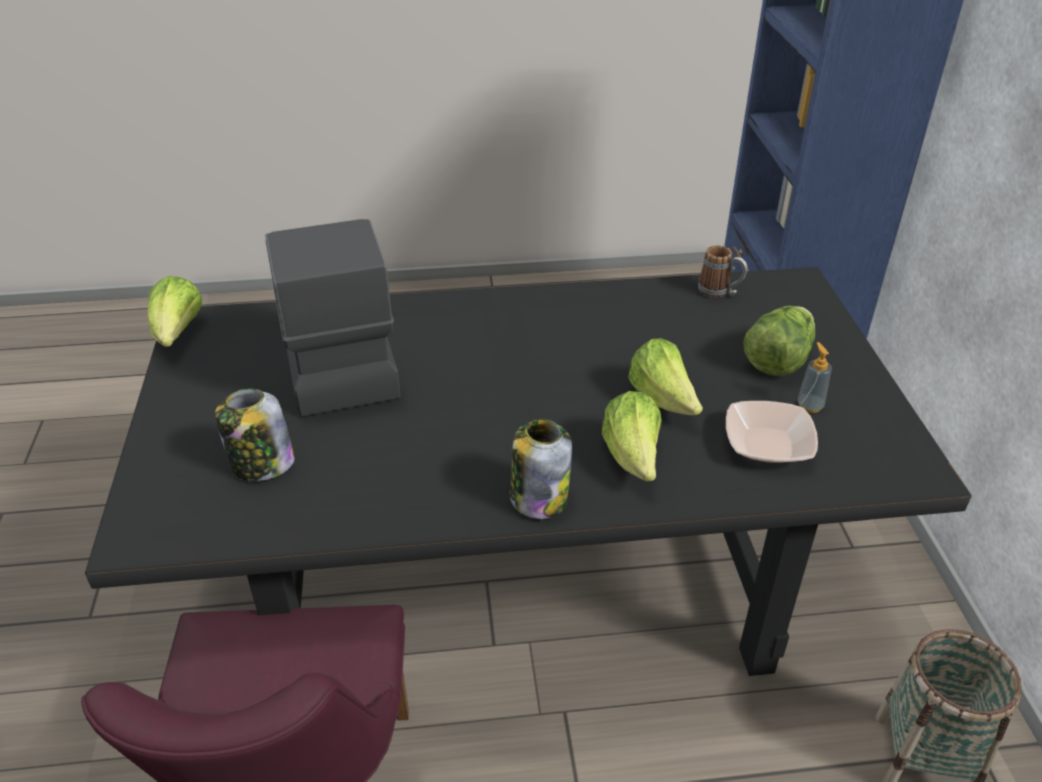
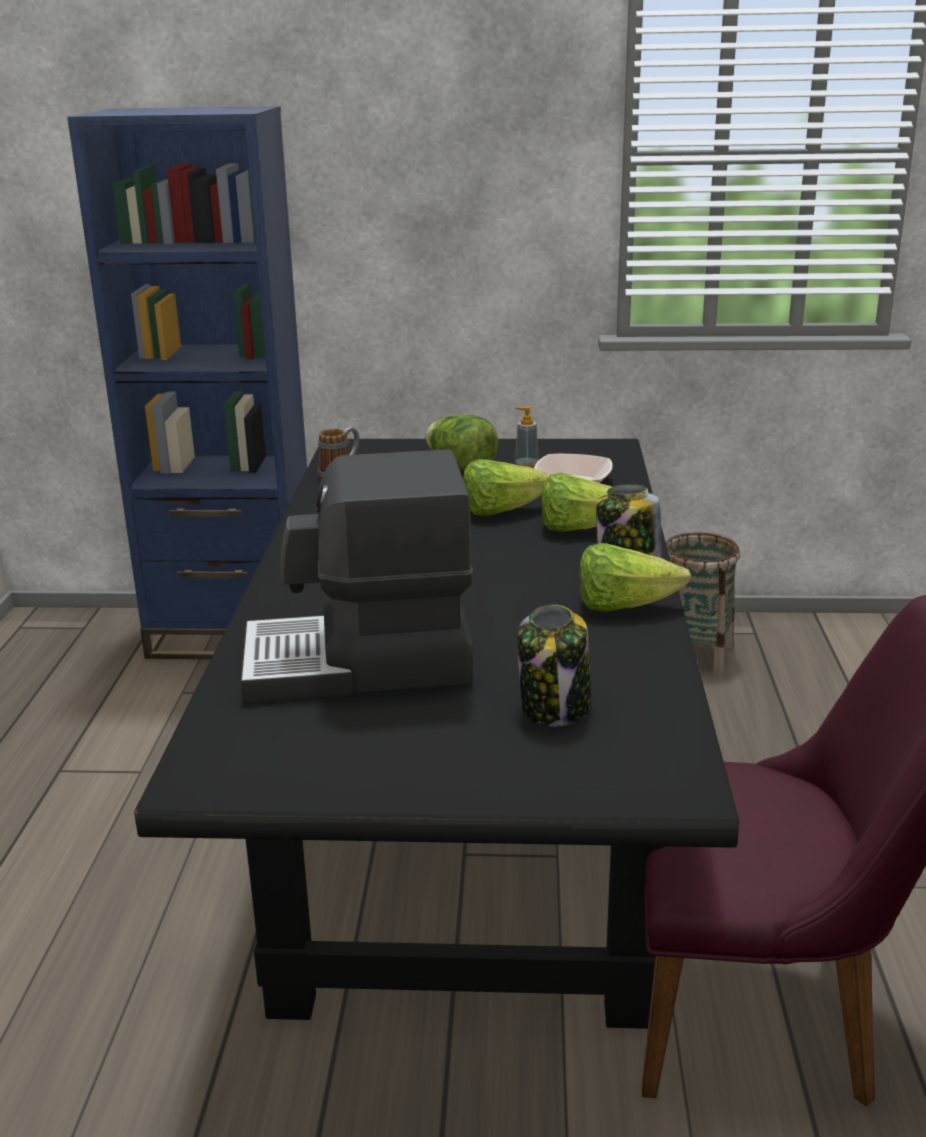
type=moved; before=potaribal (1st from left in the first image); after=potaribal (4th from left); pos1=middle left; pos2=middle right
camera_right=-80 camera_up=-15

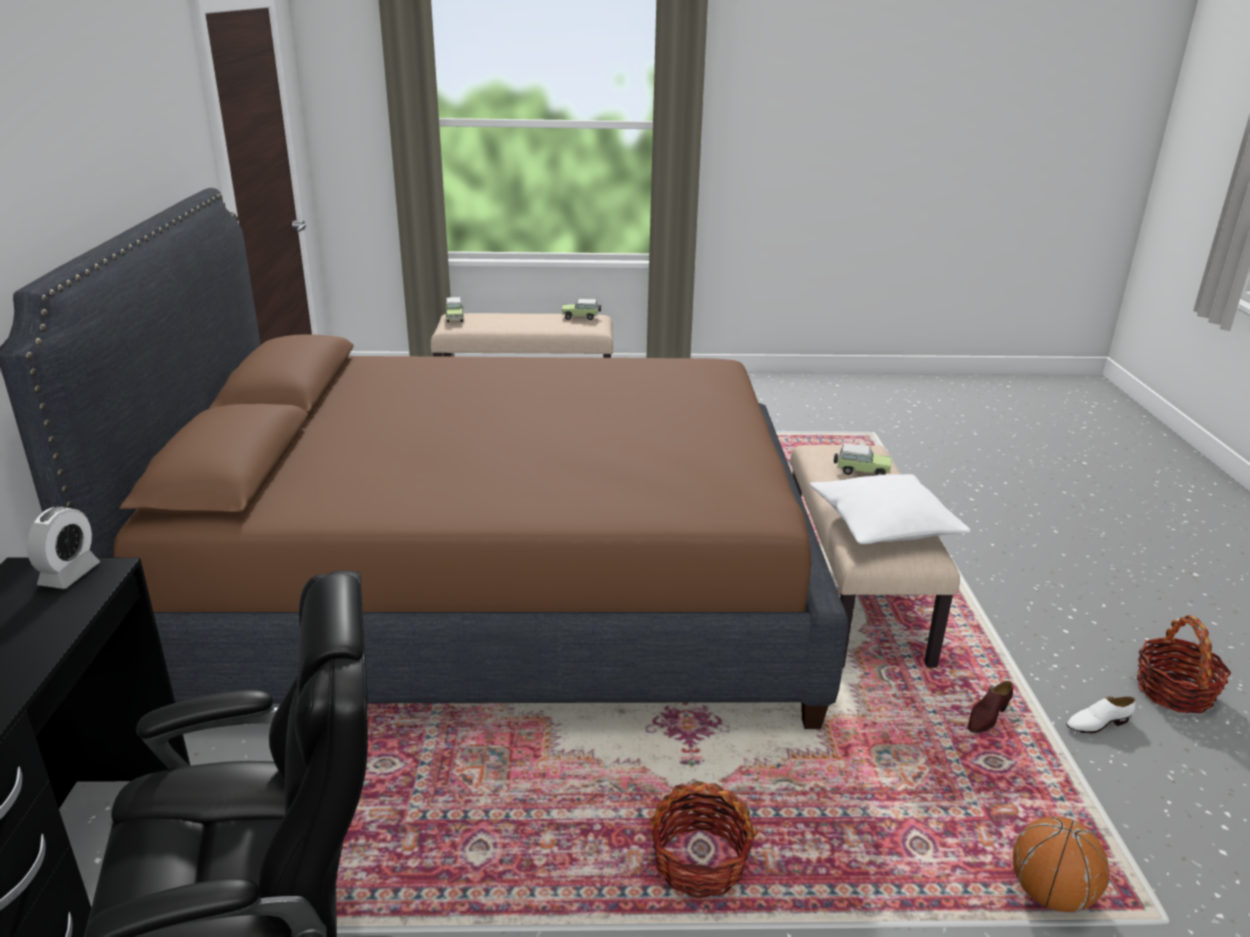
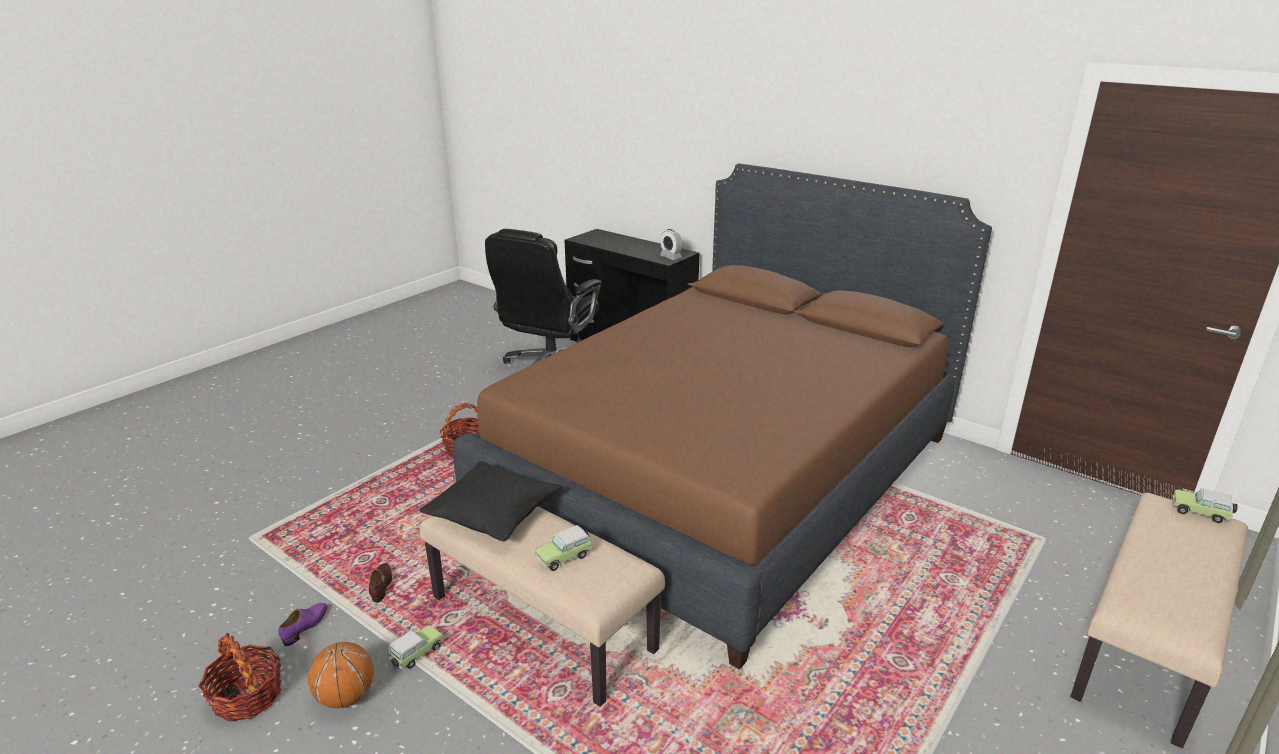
type=moved; before=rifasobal (2nd from left in the first image); after=rifasobal (1st from left); pos1=top centre; pos2=bottom left
type=moved; before=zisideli; pos1=bottom right; pos2=bottom left
type=recoloured; before=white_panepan; after=black_panepan; pos1=middle right; pos2=centre
type=recoloured; before=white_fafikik; after=purple_fafikik; pos1=bottom right; pos2=bottom left
camera_right=130 camera_up=0

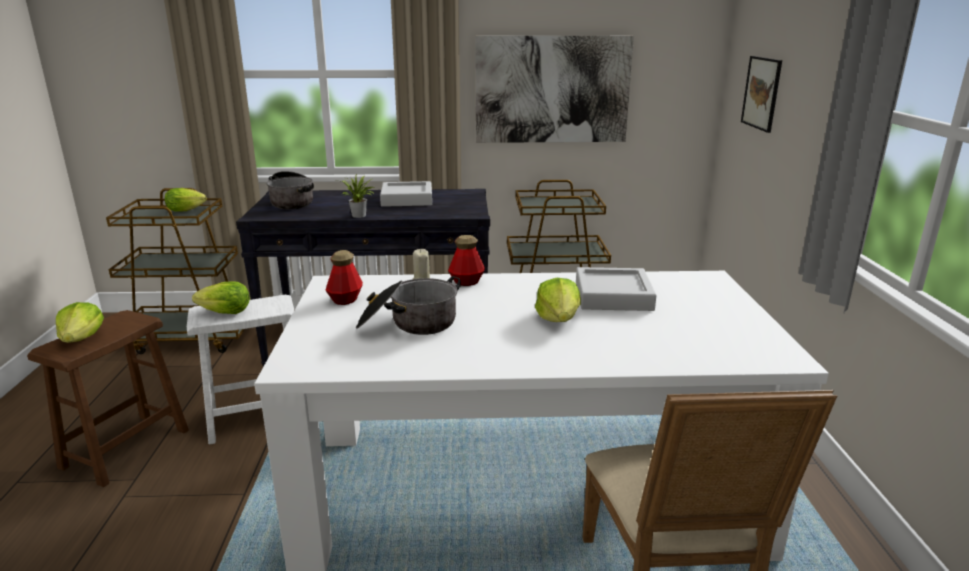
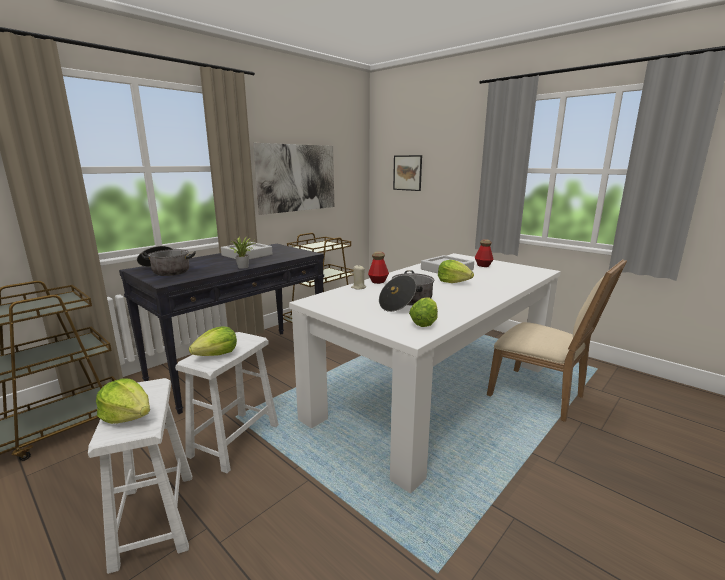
type=moved; before=potaribal (2nd from left in the first image); after=potaribal (3rd from left); pos1=middle left; pos2=centre
type=moved; before=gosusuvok (1st from left in the first image); after=gosusuvok (2nd from left); pos1=centre; pos2=middle right
type=recoloured; before=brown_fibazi; after=white_fibazi (1st from left); pos1=bottom left; pos2=bottom left
camera_right=-45 camera_up=-5

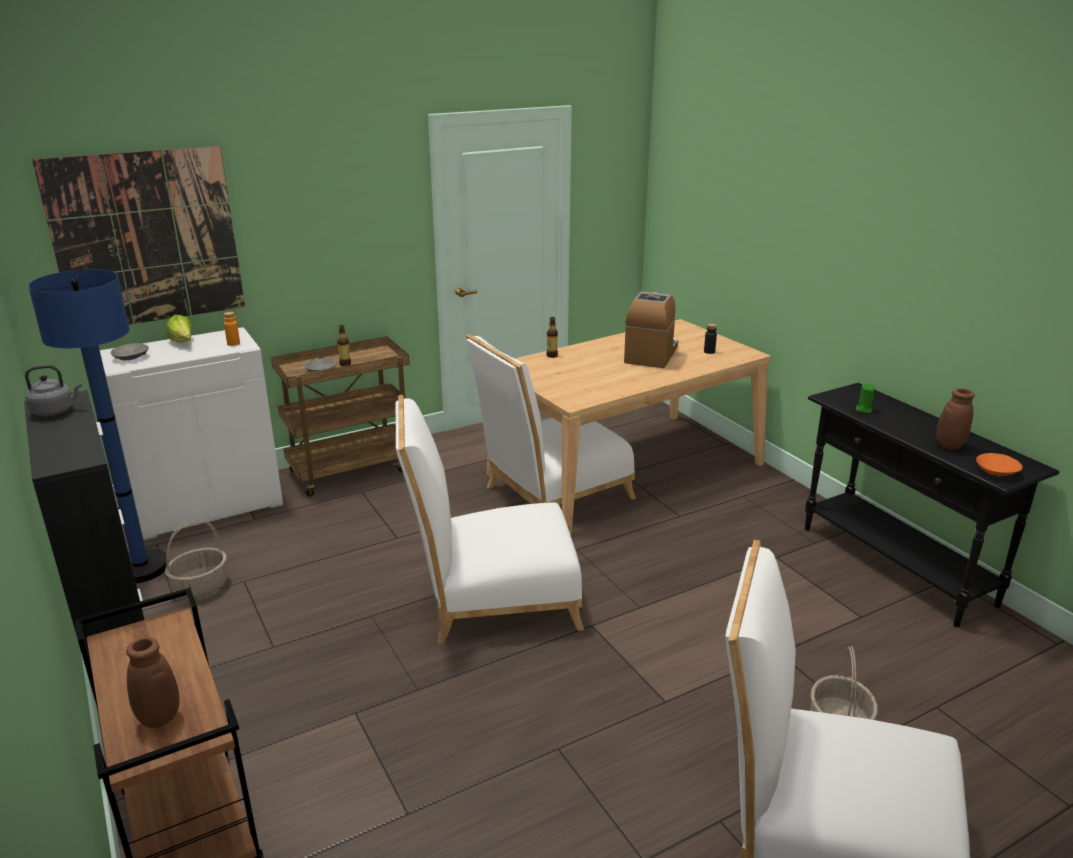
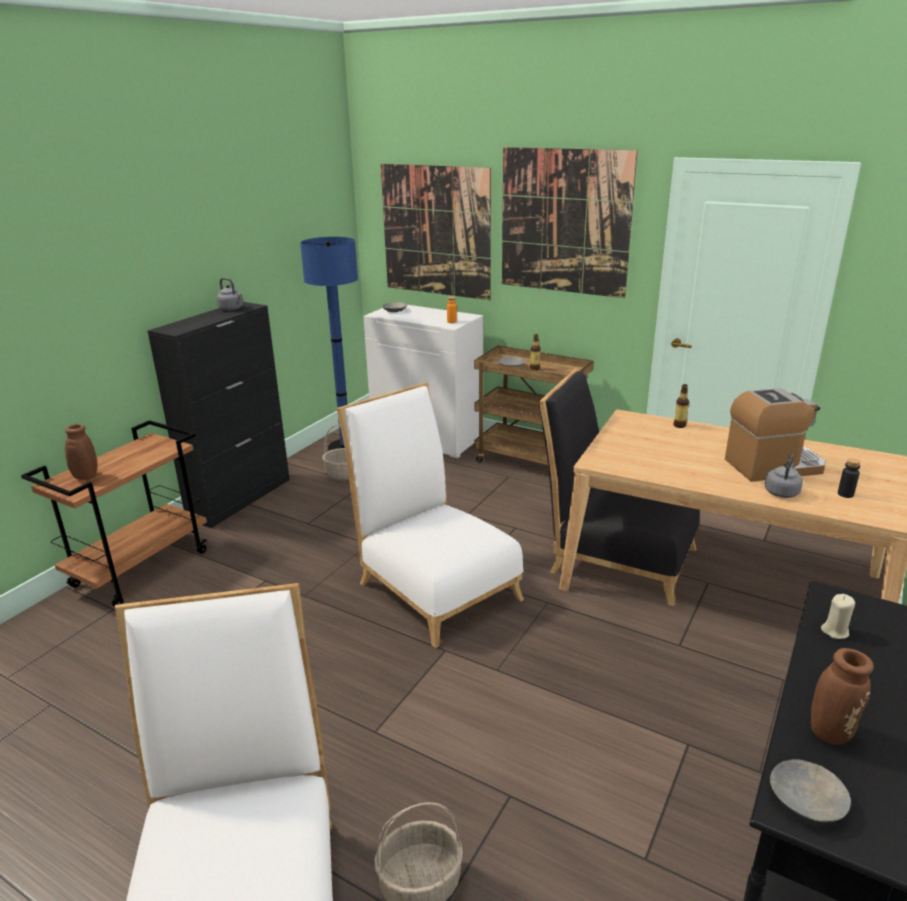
type=removed; before=potaribal; pos1=middle left
type=added; after=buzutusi (2nd from left); pos2=top centre
type=added; after=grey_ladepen (2nd from left); pos2=middle right
type=recoloured; before=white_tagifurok (2nd from left); after=black_tagifurok; pos1=centre; pos2=middle right
type=recoloured; before=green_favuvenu; after=beige_favuvenu; pos1=middle right; pos2=bottom right
type=recoloured; before=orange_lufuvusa; after=grey_lufuvusa (3rd from left); pos1=middle right; pos2=bottom right
camera_right=60 camera_up=0

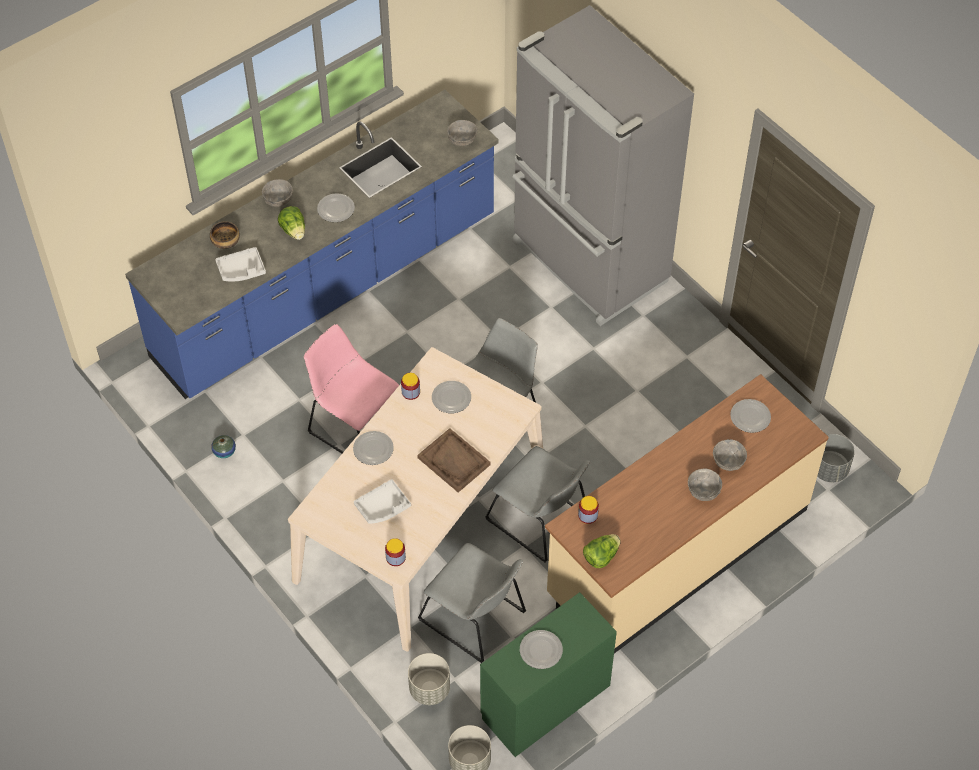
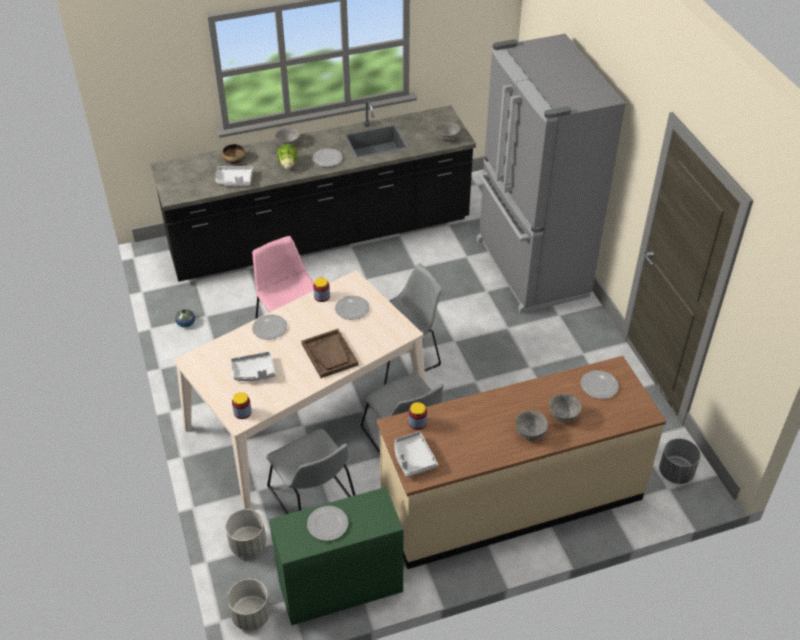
type=replaced; before=potaribal (2nd from left); after=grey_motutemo (3rd from left); pos1=bottom centre; pos2=bottom centre
type=recoloured; before=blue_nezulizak; after=black_nezulizak; pos1=top left; pos2=top centre
camera_right=20 camera_up=-10

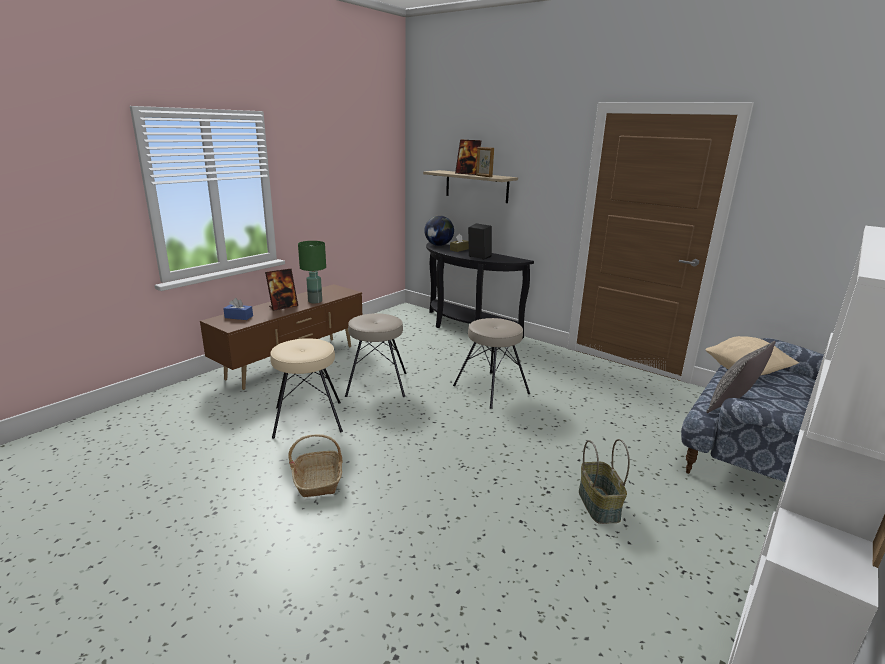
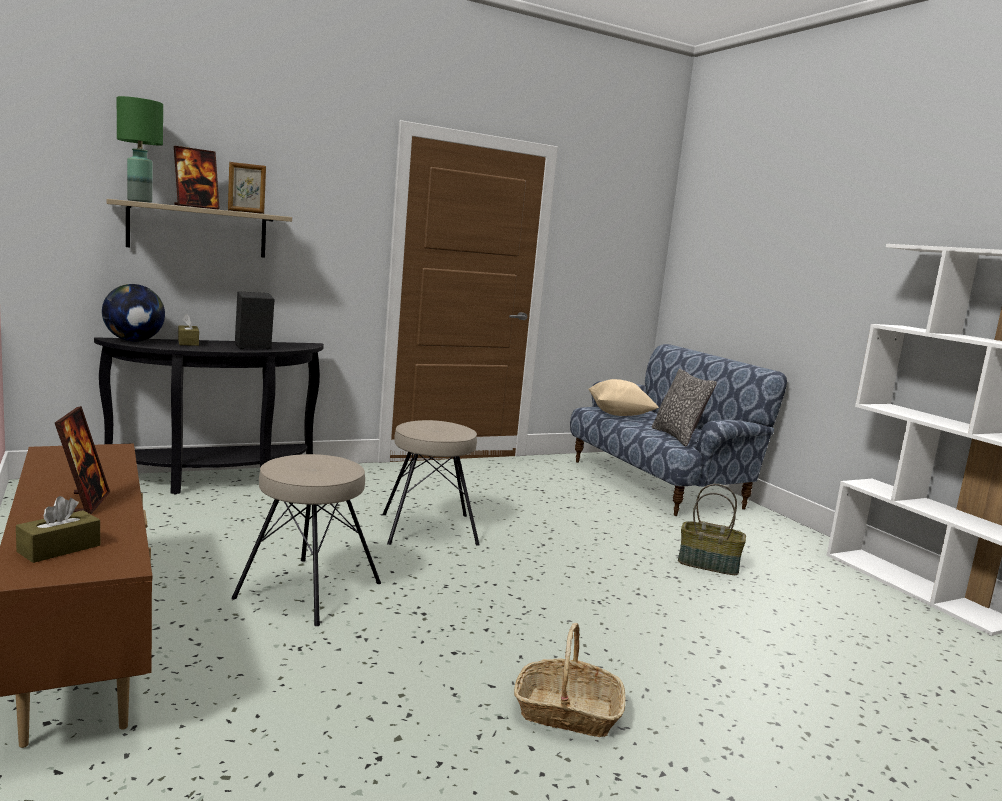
type=removed; before=beige_fibazi (1st from left); pos1=centre
type=moved; before=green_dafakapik; pos1=centre; pos2=top left
type=recoloured; before=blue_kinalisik; after=brown_kinalisik (1st from left); pos1=middle left; pos2=middle left
camera_right=-65 camera_up=-10

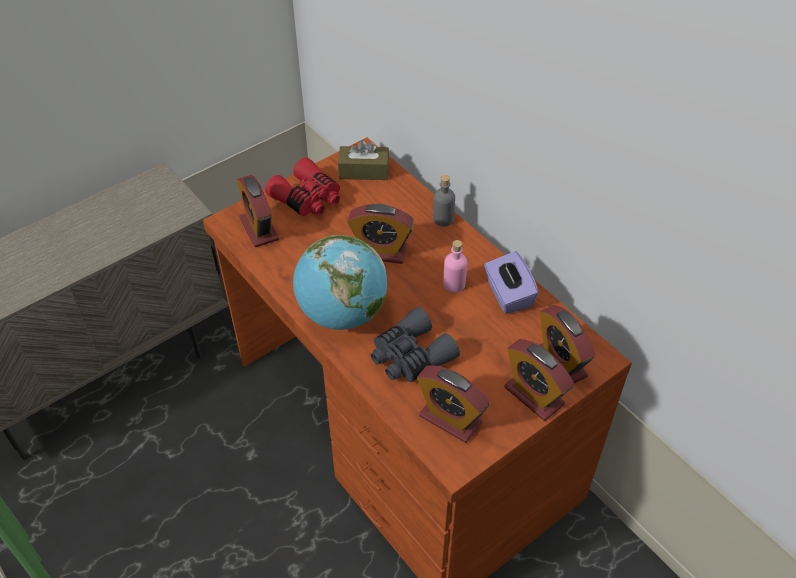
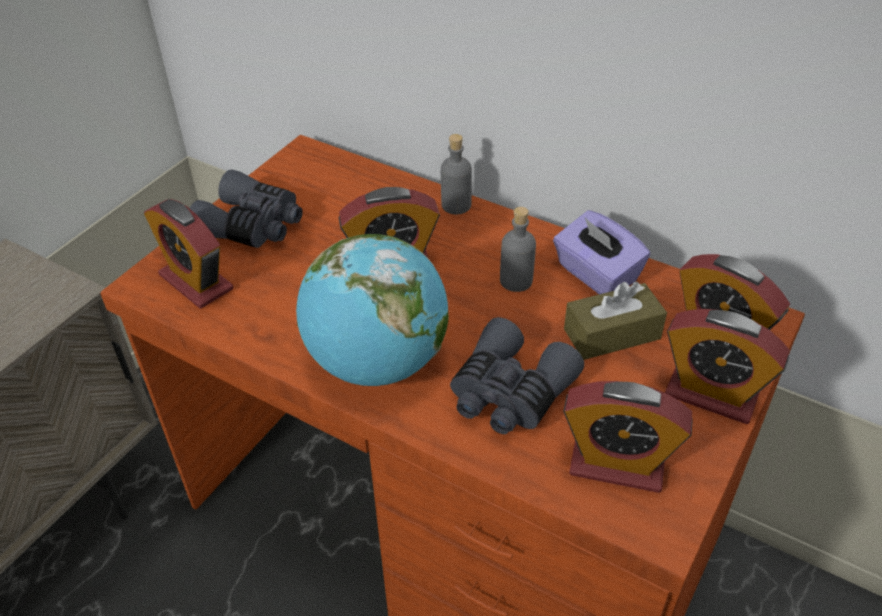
type=moved; before=brown_kinalisik; pos1=top centre; pos2=middle right
type=recoloured; before=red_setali; after=grey_setali (1st from left); pos1=top centre; pos2=middle left
type=recoloured; before=pink_gosusuvok; after=grey_gosusuvok (2nd from left); pos1=centre; pos2=centre
camera_right=-20 camera_up=-5

